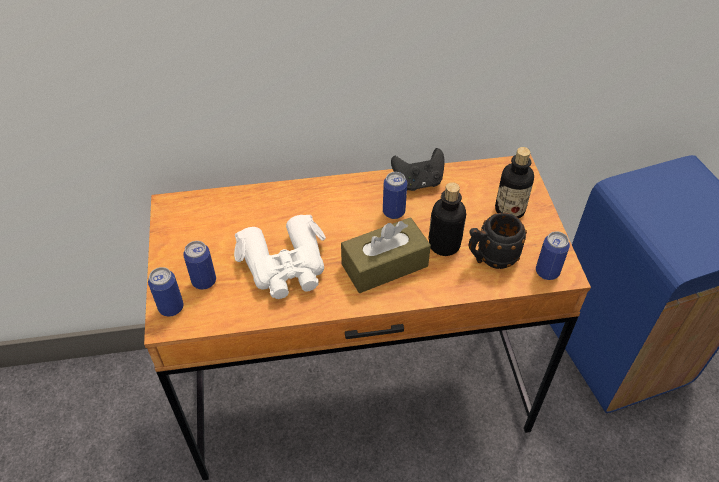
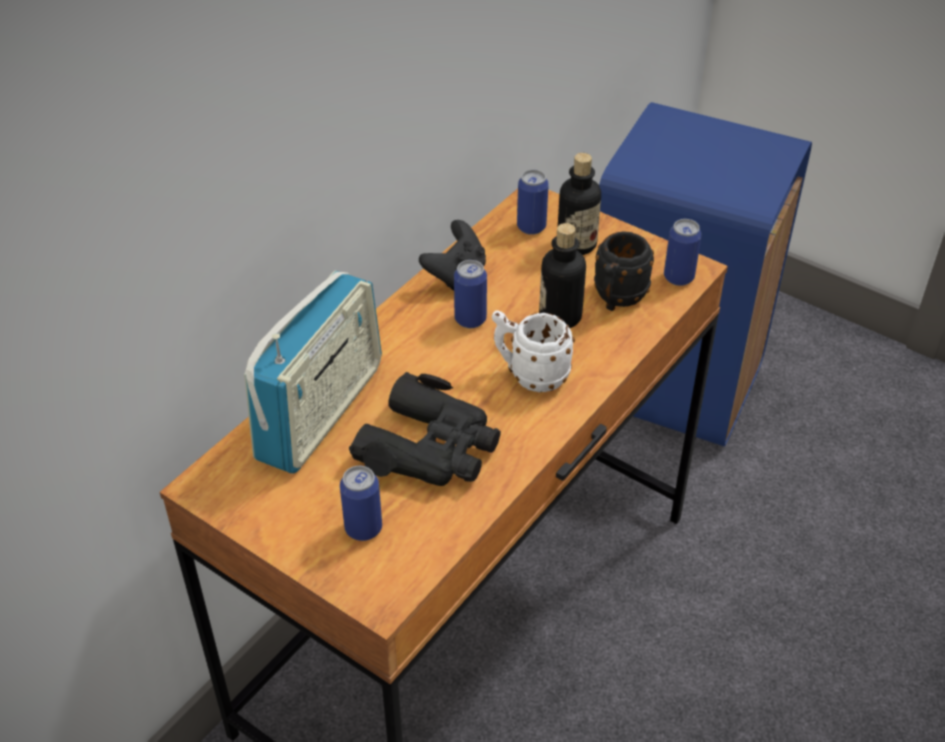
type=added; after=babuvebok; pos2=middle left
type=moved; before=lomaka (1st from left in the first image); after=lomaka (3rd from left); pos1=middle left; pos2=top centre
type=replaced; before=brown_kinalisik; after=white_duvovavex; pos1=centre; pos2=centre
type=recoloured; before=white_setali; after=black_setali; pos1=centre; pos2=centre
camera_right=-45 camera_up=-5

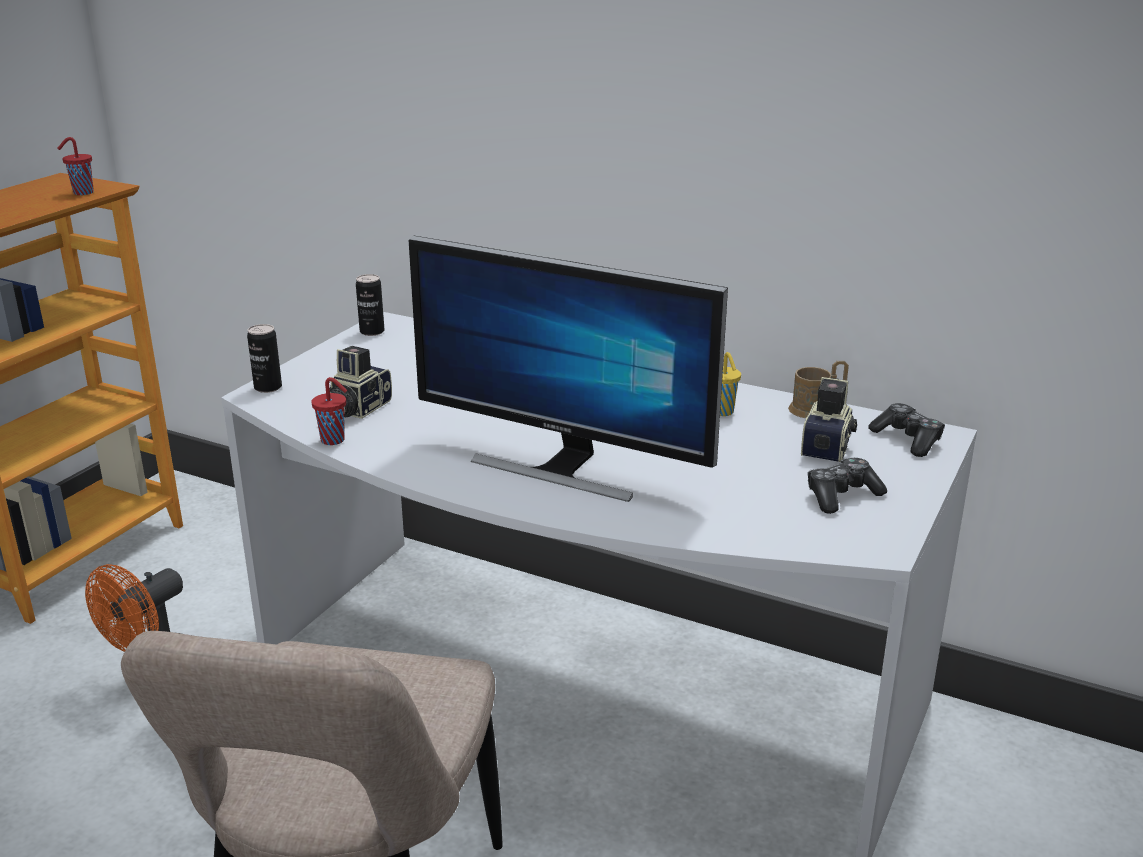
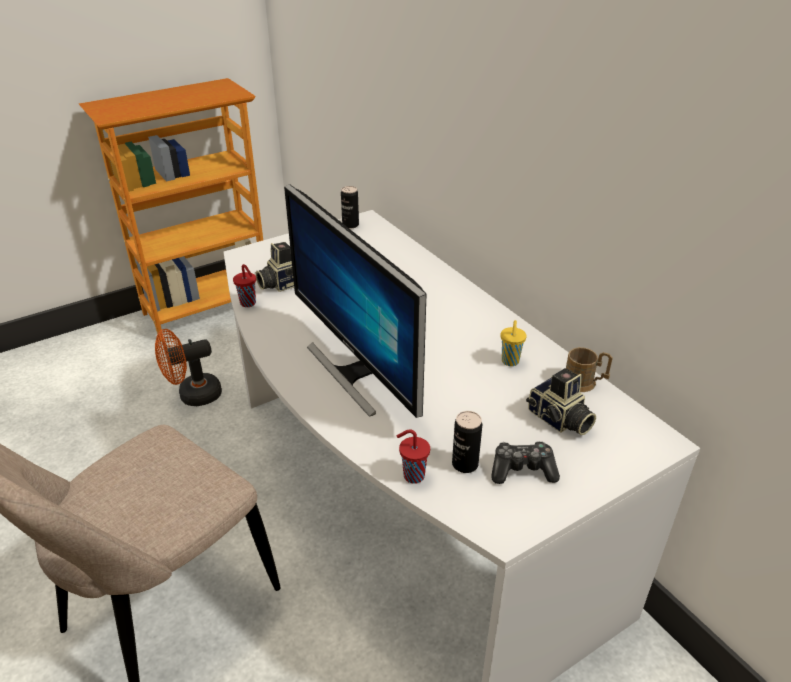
type=removed; before=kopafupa (2nd from left); pos1=middle right
type=moved; before=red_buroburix (1st from left in the first image); after=red_buroburix (2nd from left); pos1=top left; pos2=bottom centre
type=moved; before=lomaka (1st from left in the first image); after=lomaka (2nd from left); pos1=middle left; pos2=centre
type=turned; before=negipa (2nd from left); pos1=middle right; pos2=middle right; turn=90
camera_right=30 camera_up=10

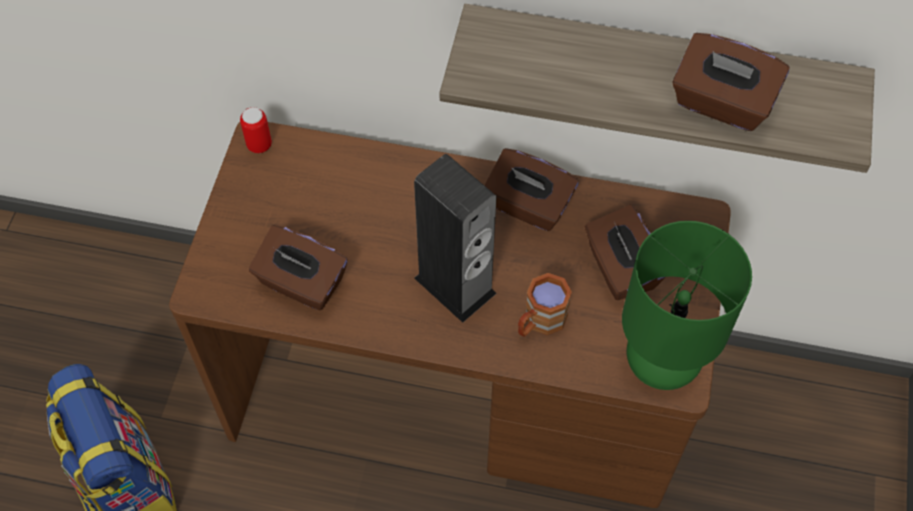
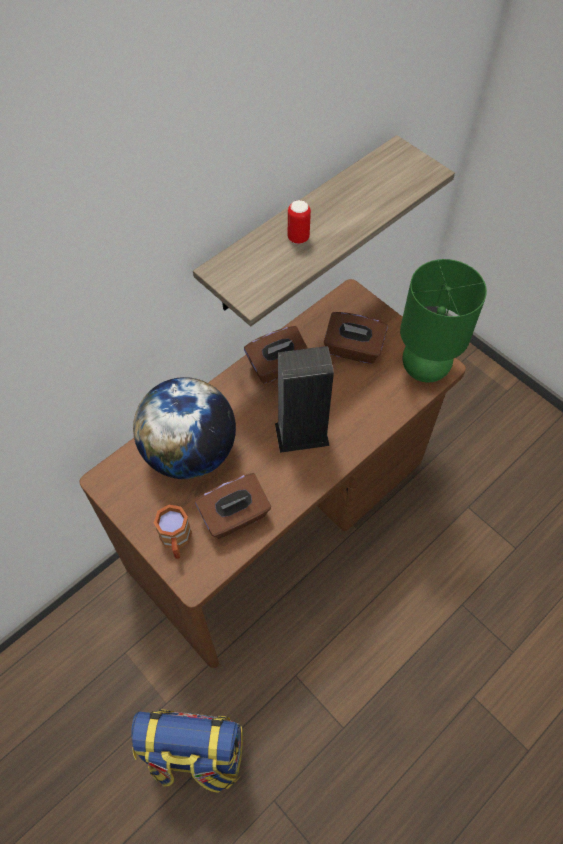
type=removed; before=brown_kinalisik (4th from left); pos1=top right
type=added; after=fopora; pos2=middle left
type=moved; before=lomaka; pos1=top left; pos2=top centre
type=moved; before=brown_duvovavex; pos1=centre; pos2=middle left
camera_right=-55 camera_up=0

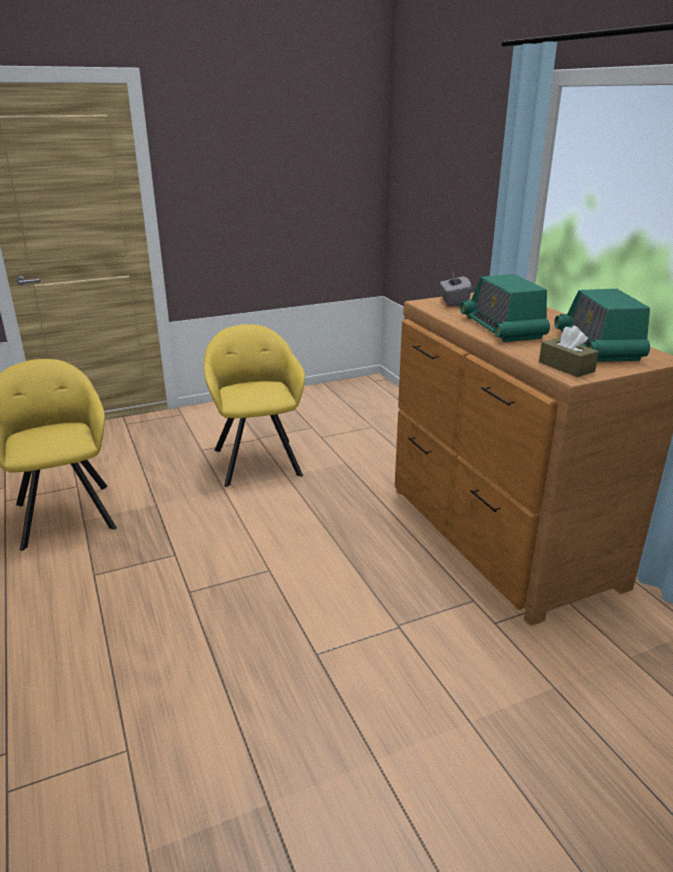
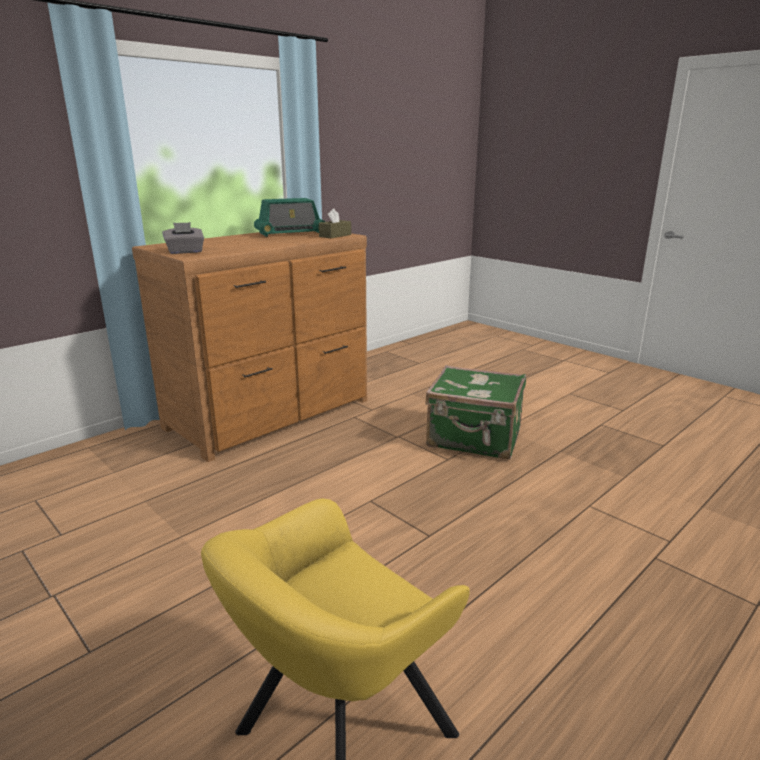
type=removed; before=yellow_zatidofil (2nd from left); pos1=centre
type=removed; before=babuvebok (1st from left); pos1=middle right
type=added; after=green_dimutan; pos2=centre
camera_right=-110 camera_up=-5

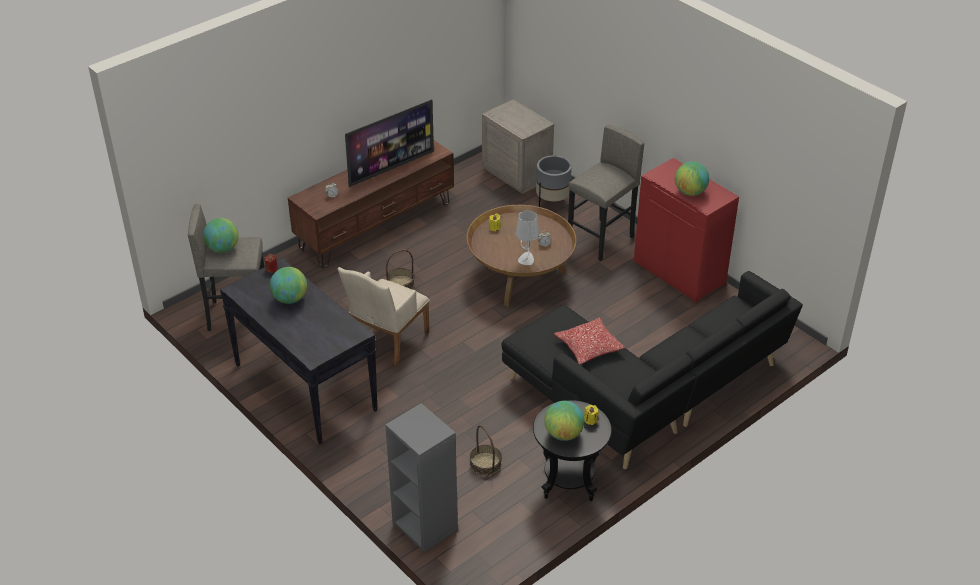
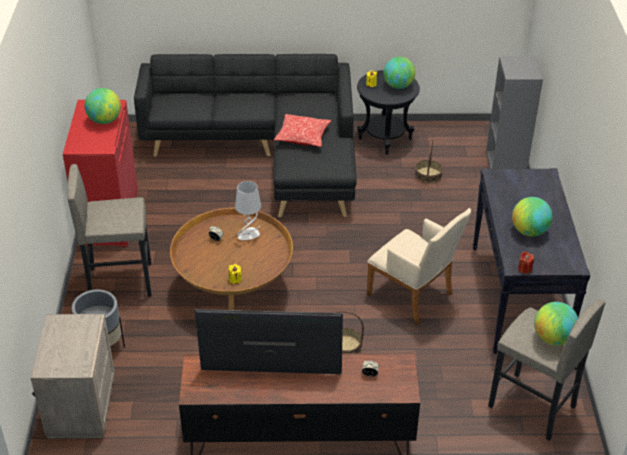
type=turned; before=beige_zatidofil; pos1=centre; pos2=middle right; turn=60
camera_right=-140 camera_up=0

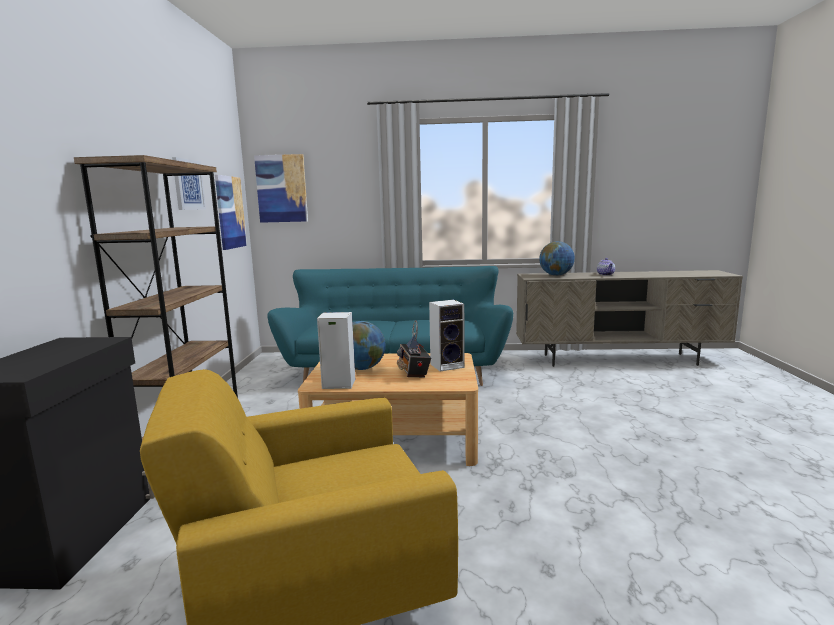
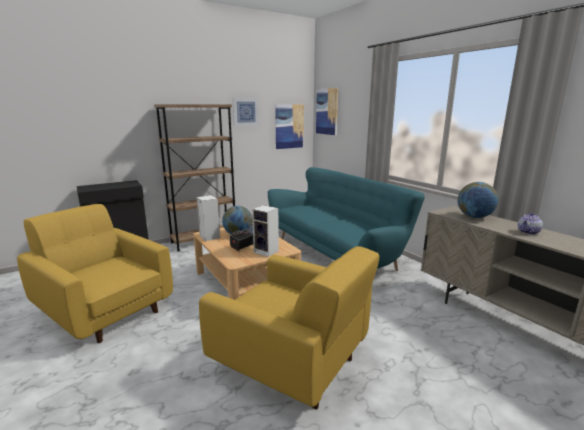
type=added; after=yellow_zatidofil (2nd from left); pos2=bottom centre
camera_right=55 camera_up=5

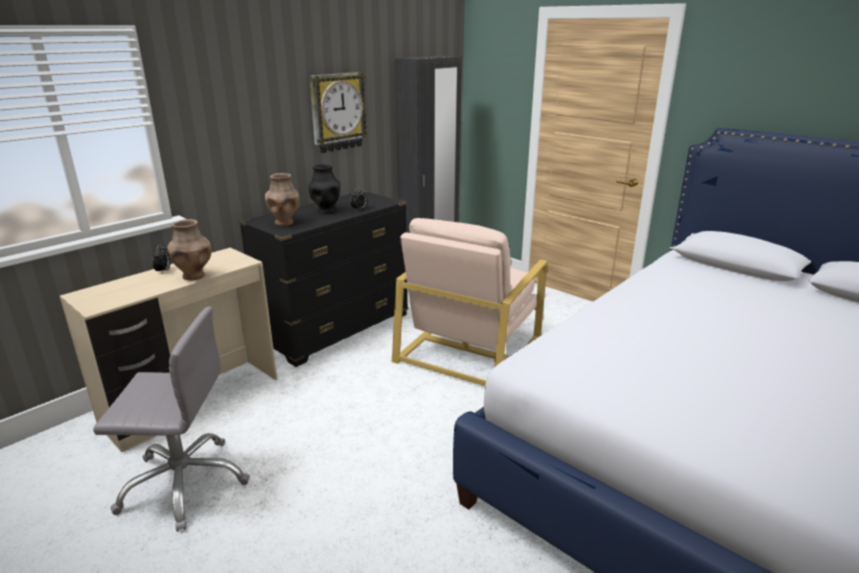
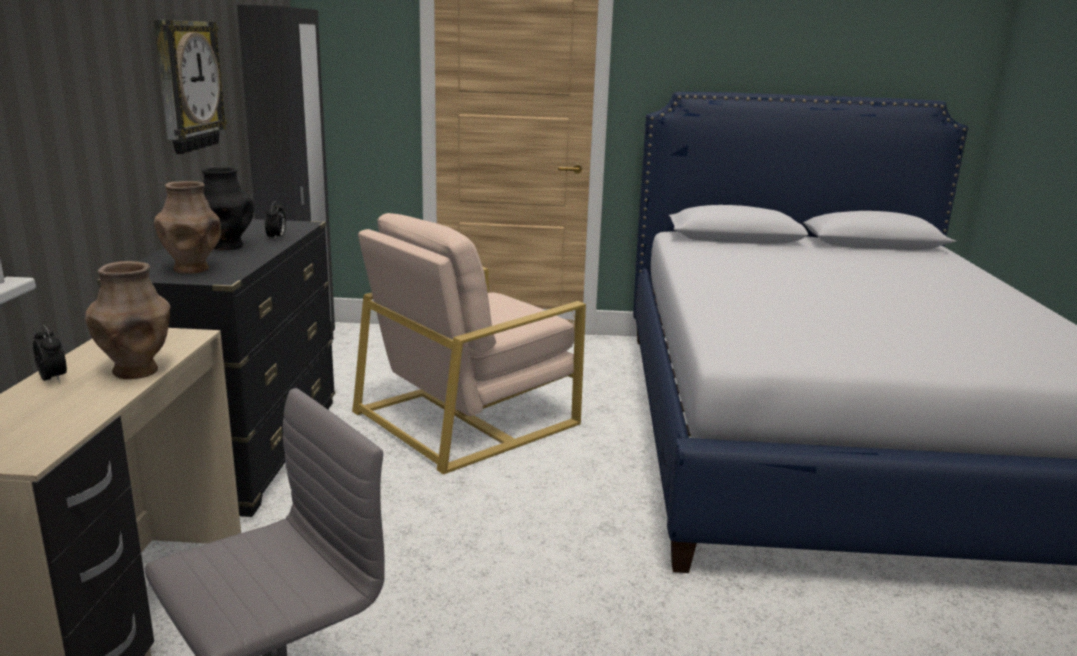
type=turned; before=beige_zatidofil; pos1=centre; pos2=centre; turn=60
camera_right=-40 camera_up=-5

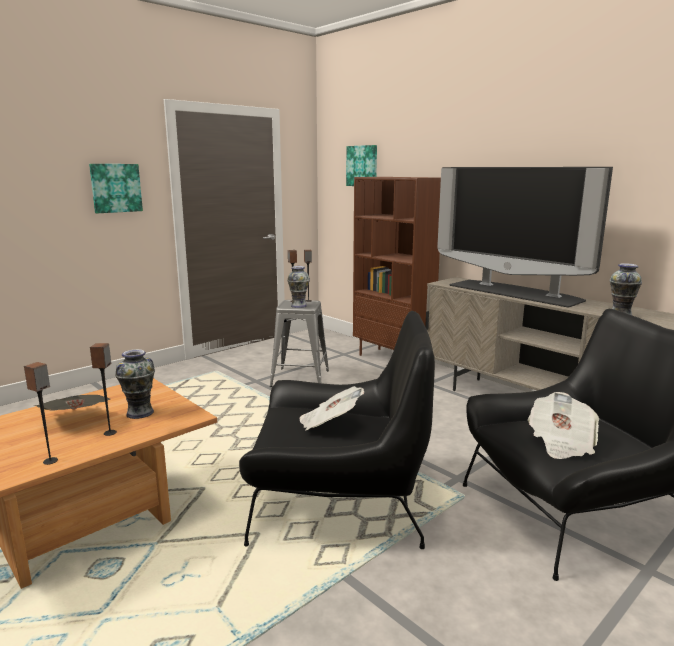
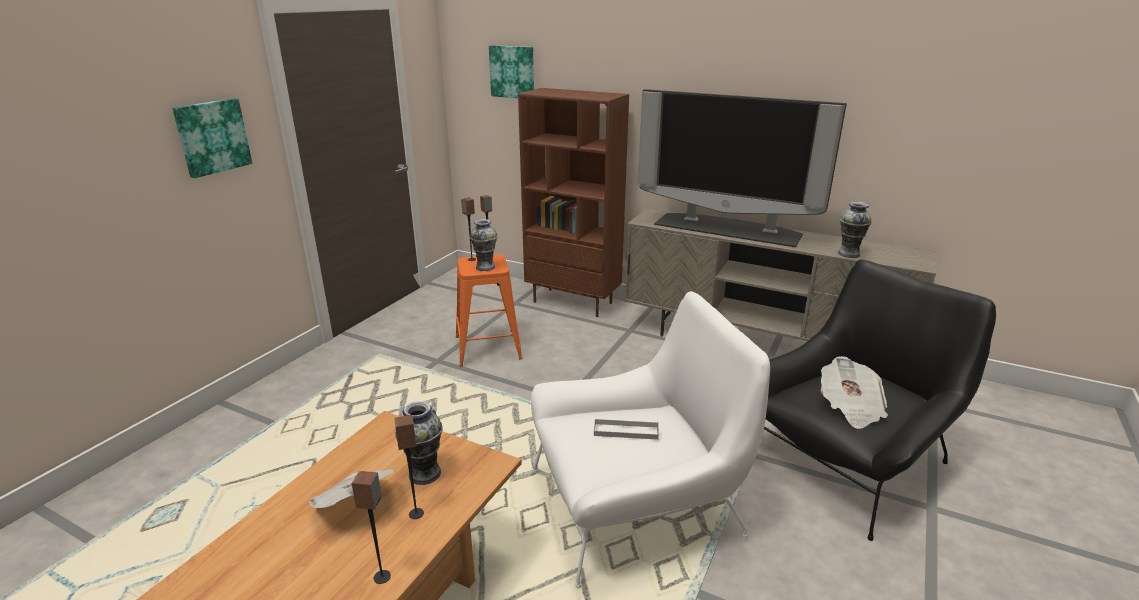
type=replaced; before=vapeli (2nd from left); after=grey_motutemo; pos1=centre; pos2=bottom centre
type=recoloured; before=black_zatidofil (1st from left); after=white_zatidofil; pos1=centre; pos2=bottom centre
type=recoloured; before=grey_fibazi; after=orange_fibazi; pos1=centre; pos2=centre
camera_right=-20 camera_up=10

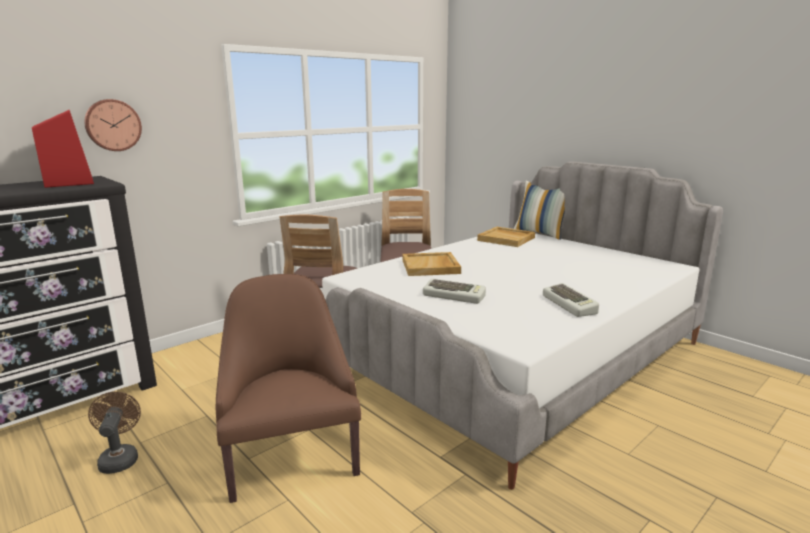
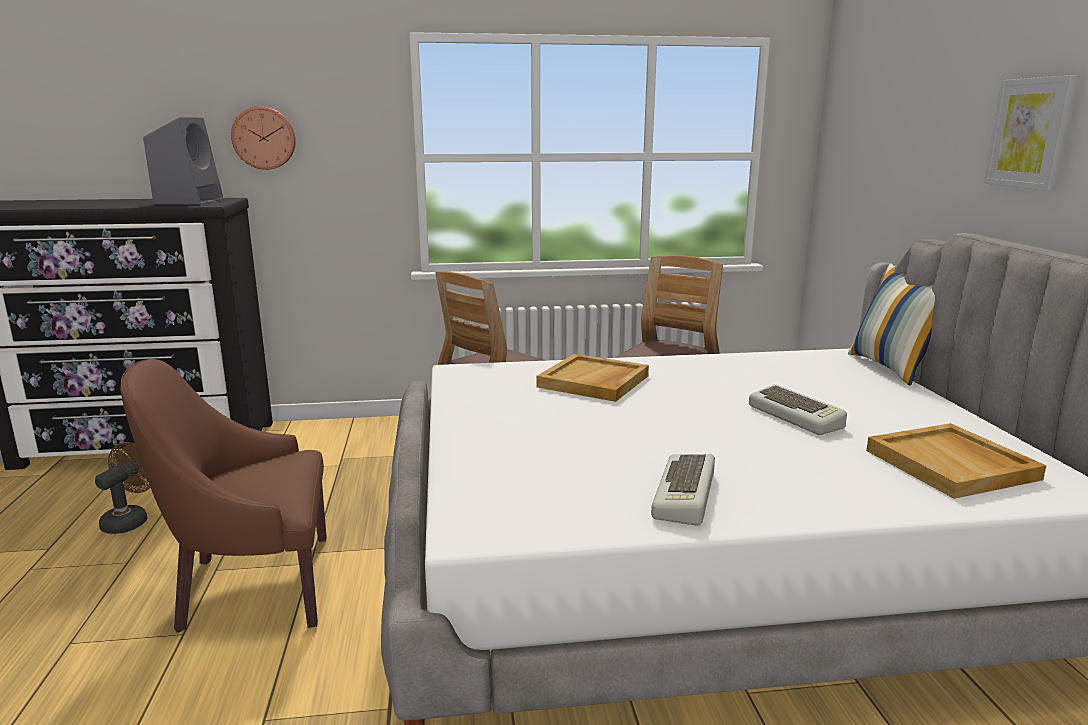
type=added; after=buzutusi; pos2=top right
type=moved; before=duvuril (1st from left in the first image); after=duvuril (2nd from left); pos1=centre; pos2=middle right
type=moved; before=beige_motutemo (2nd from left); pos1=centre; pos2=middle right
type=recoloured; before=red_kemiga; after=grey_kemiga; pos1=top left; pos2=top left
type=turned; before=brown_zatidofil; pos1=bottom centre; pos2=bottom left; turn=-120
camera_right=35 camera_up=0

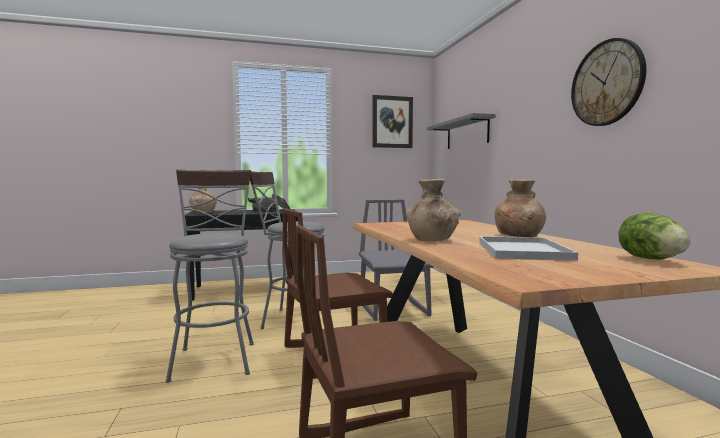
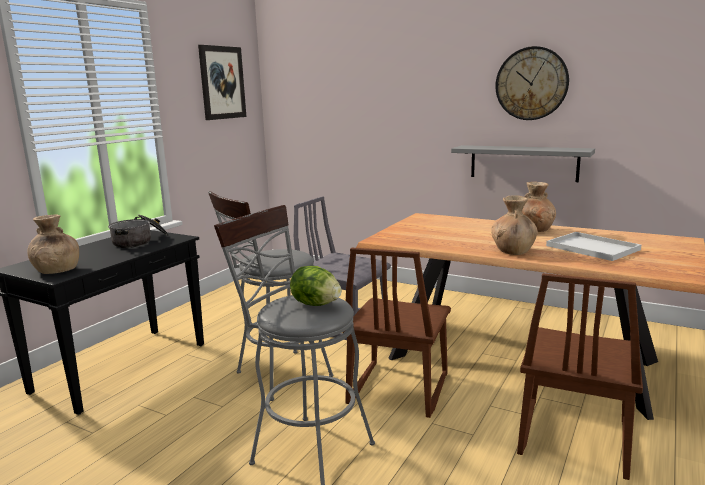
type=moved; before=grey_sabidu; pos1=top centre; pos2=middle right
type=moved; before=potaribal; pos1=middle right; pos2=centre
camera_right=-45 camera_up=10

